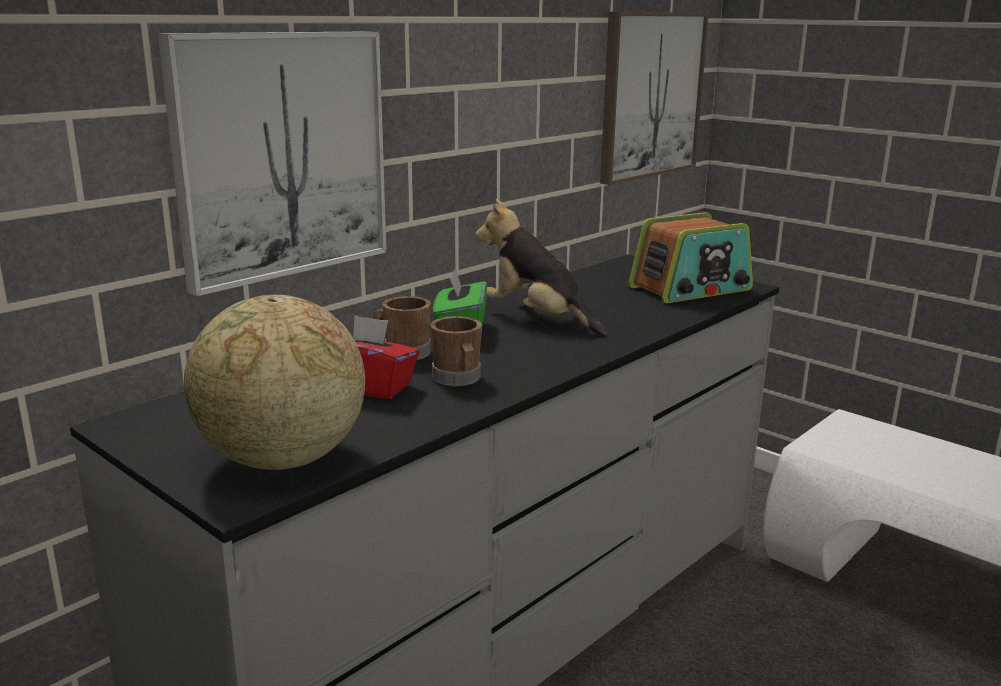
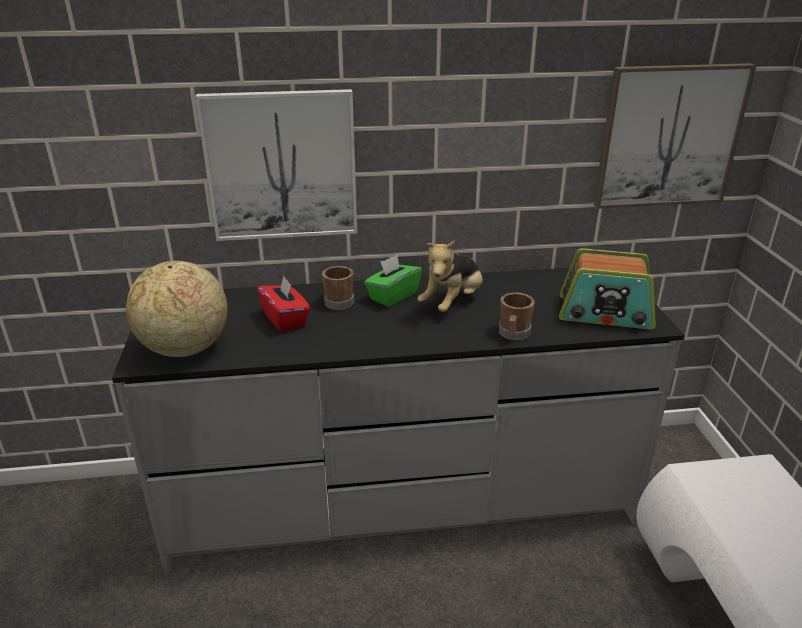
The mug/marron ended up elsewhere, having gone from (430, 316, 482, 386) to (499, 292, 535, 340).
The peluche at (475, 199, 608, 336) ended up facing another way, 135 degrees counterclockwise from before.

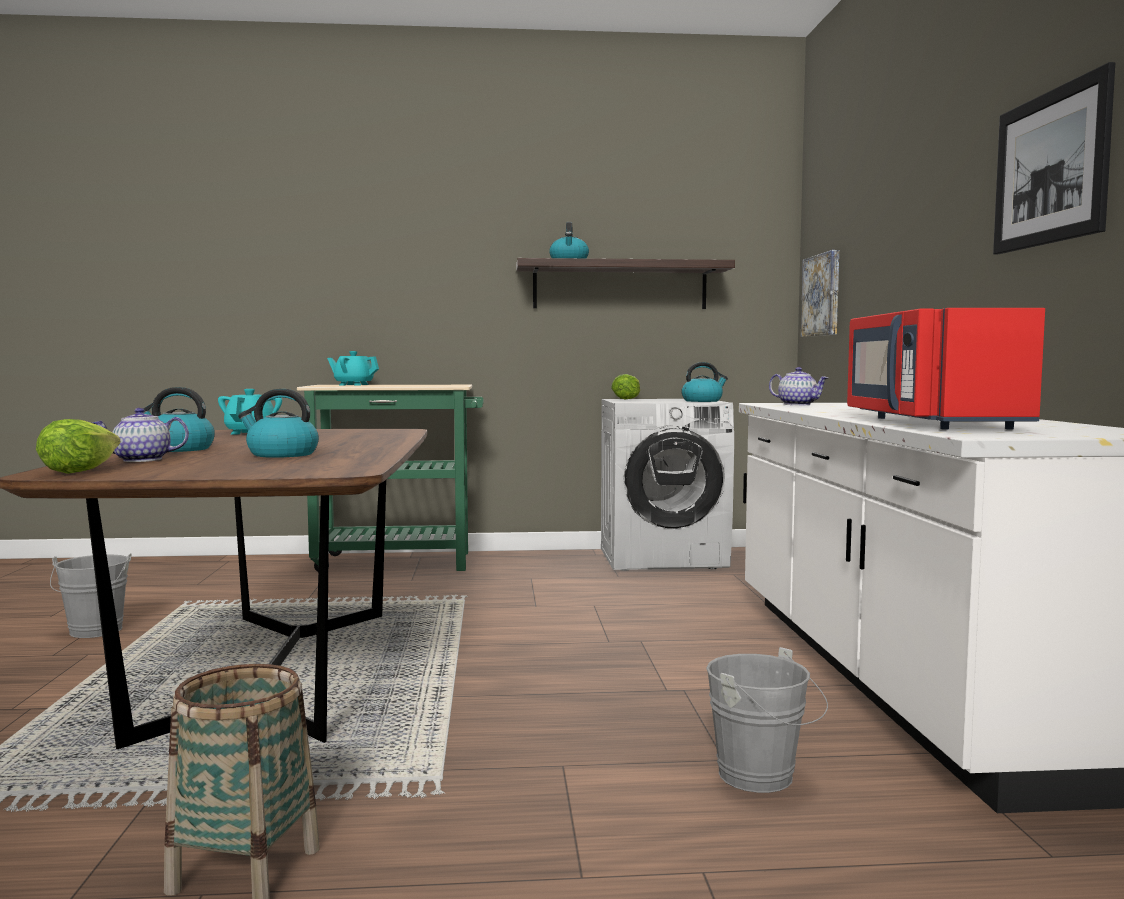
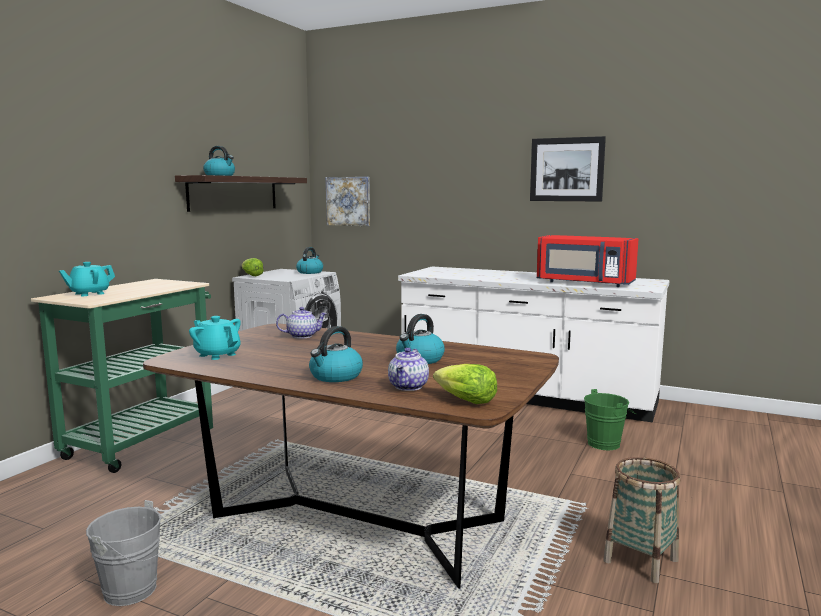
What was the seau/gris at (706, 647, 828, 793) turned into the seau/vert at (584, 389, 636, 450).
The théière ended up elsewhere, having gone from (769, 367, 828, 405) to (276, 307, 327, 339).

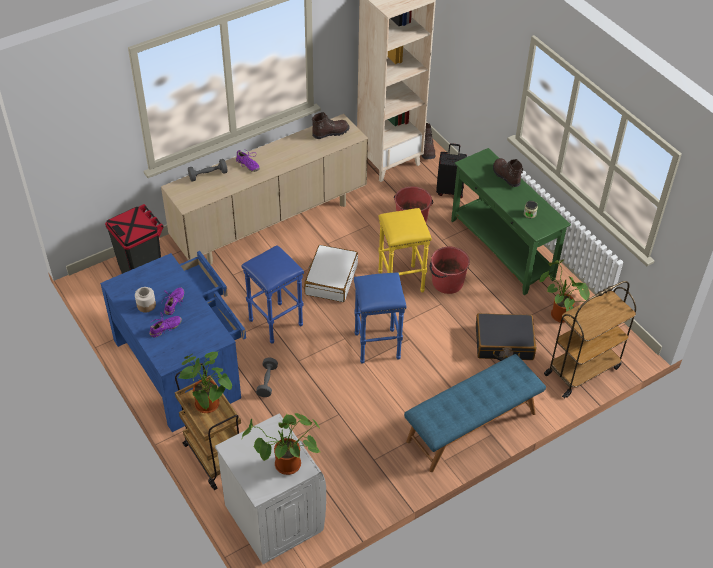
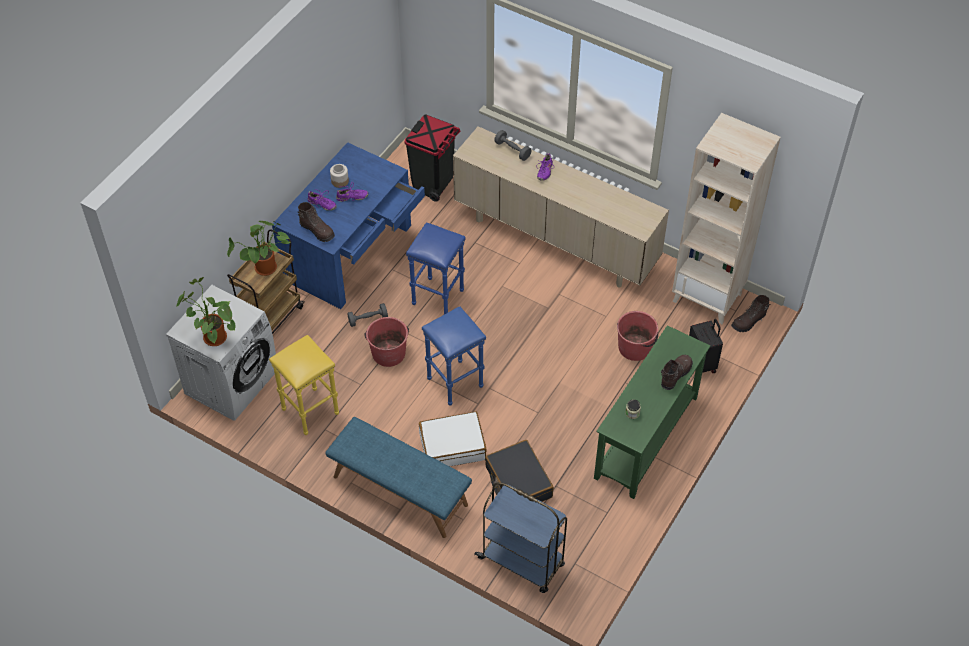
The valise/blanc ended up elsewhere, having gone from (304, 245, 358, 302) to (419, 411, 487, 466).
The botte/marron ended up elsewhere, having gone from (312, 112, 350, 139) to (297, 202, 335, 242).
The tabouret/jaune ended up elsewhere, having gone from (378, 208, 432, 292) to (269, 335, 339, 435).
The seau/rouge ended up elsewhere, having gone from (430, 247, 470, 294) to (364, 317, 409, 367).
The second view lost the plante en pot at (539, 260, 590, 323).
What was the chariot/marron at (544, 281, 636, 398) turned into the chariot/bleu at (474, 482, 567, 593).

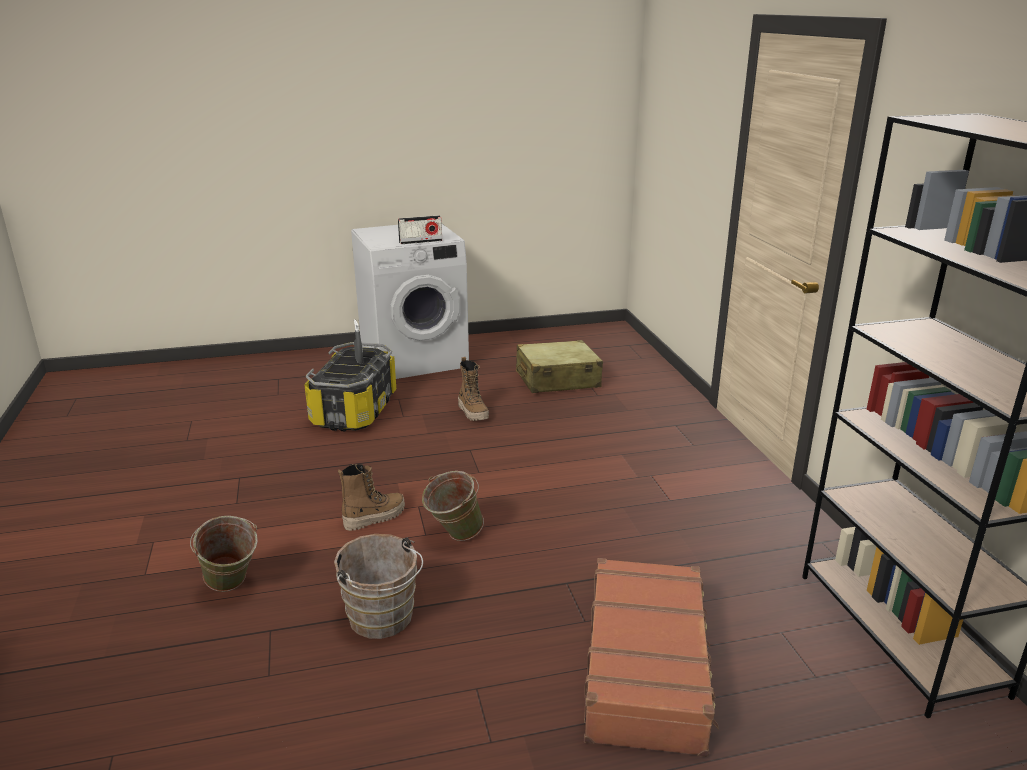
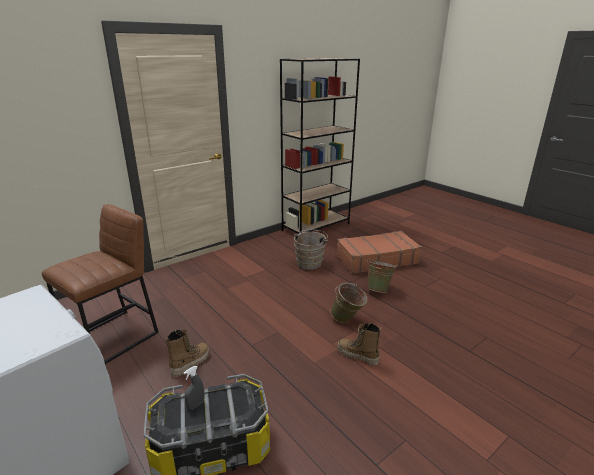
The seau/vert ended up elsewhere, having gone from (190, 516, 258, 592) to (367, 259, 397, 293).
The seau/marron ended up elsewhere, having gone from (334, 534, 423, 639) to (294, 230, 328, 270).
The second view lost the radio at (398, 215, 442, 244).
Where the valise/beige stood at (516, 340, 603, 393), the chaise/marron came to stand at (42, 204, 159, 364).

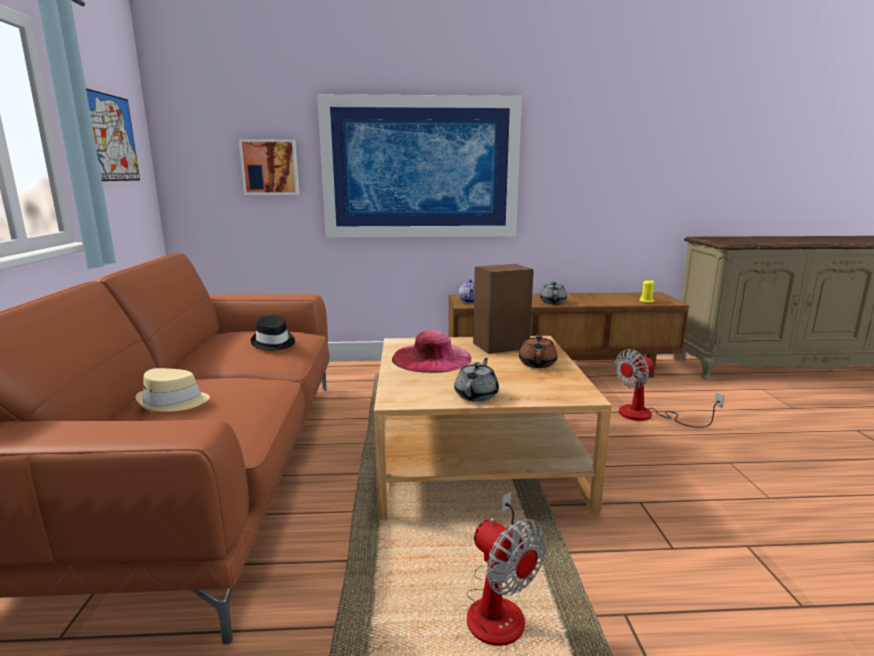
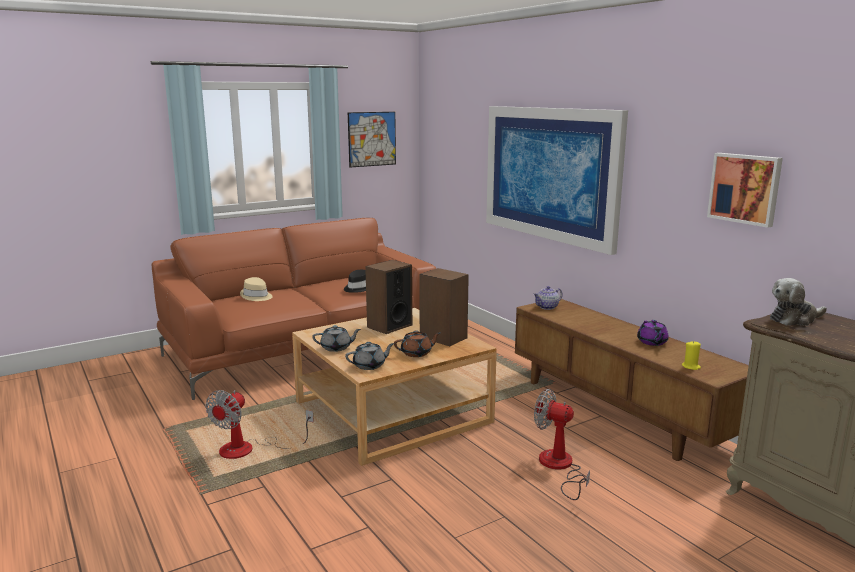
The tableau ended up elsewhere, having gone from (239, 139, 299, 195) to (707, 153, 783, 228).
Where the chapeau/rose stood at (392, 330, 471, 373), the enceinte came to stand at (365, 260, 412, 334).
The théière/gris ended up elsewhere, having gone from (540, 282, 567, 304) to (345, 342, 395, 370).
The second view gained the théière/violet at (637, 320, 669, 346).
The second view gained the peluche at (770, 278, 827, 326).

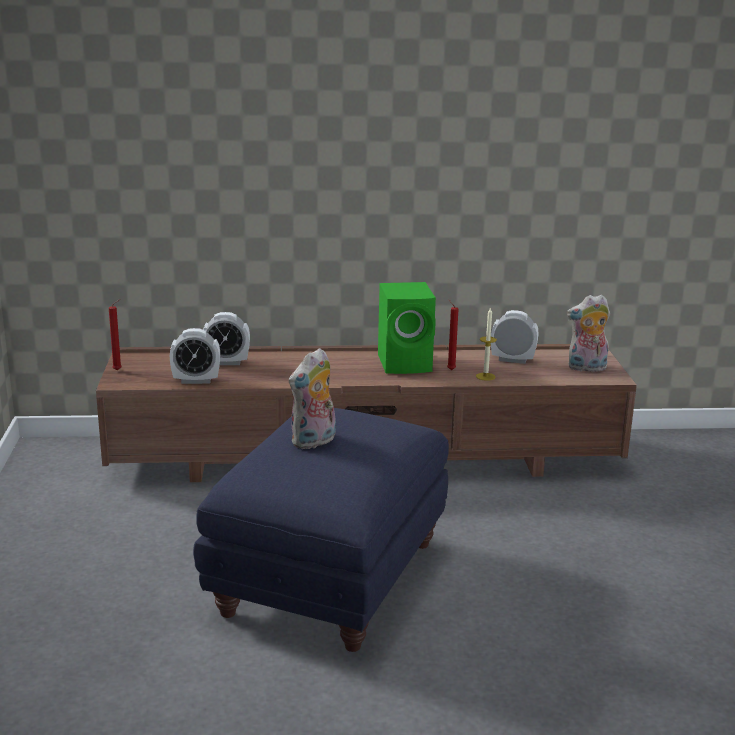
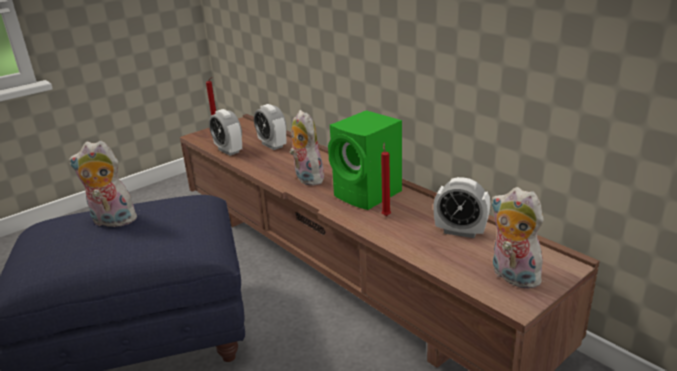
The second view lost the bougie at (476, 307, 497, 381).
The réveil at (491, 310, 538, 364) ended up facing another way, 135 degrees clockwise from before.
The second view gained the peluche at (290, 110, 324, 186).

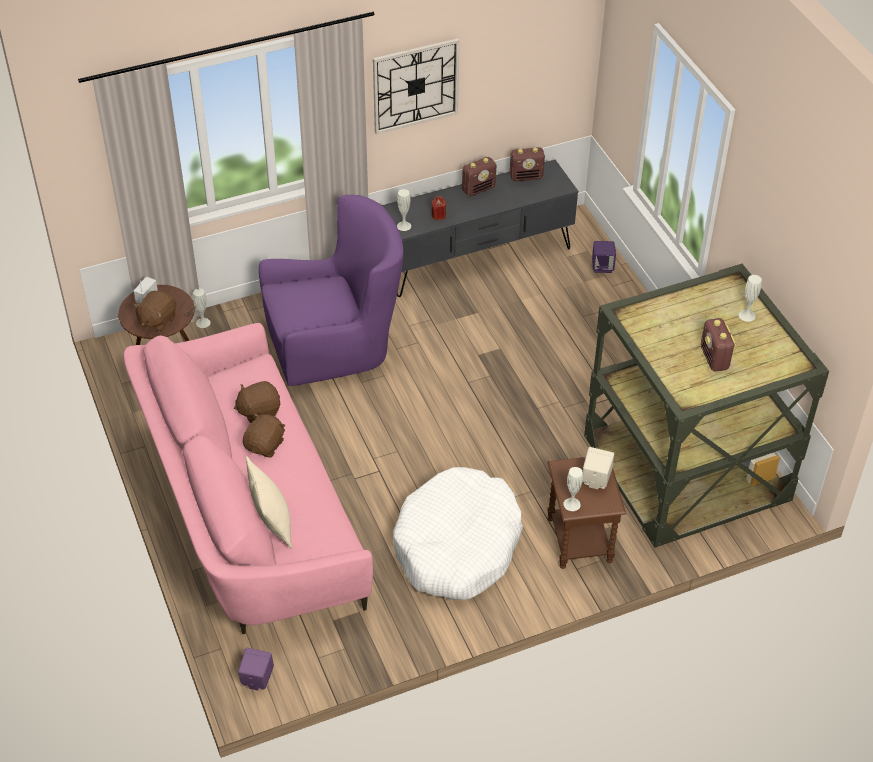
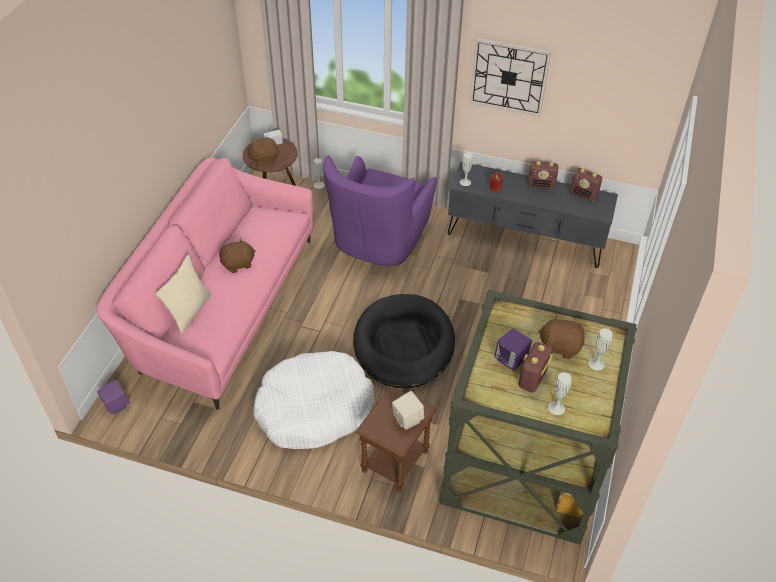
The peluche/marron ended up elsewhere, having gone from (234, 381, 280, 423) to (538, 314, 585, 359).
The fauteuil/violet at (259, 195, 404, 386) ended up facing another way, 90 degrees clockwise from before.
The vase/blanc ended up elsewhere, having gone from (564, 467, 583, 511) to (548, 372, 572, 415).
The enceinte/violet ended up elsewhere, having gone from (592, 241, 616, 273) to (494, 328, 532, 371).
The second view gained the panier pour chien/noir at (353, 294, 455, 388).

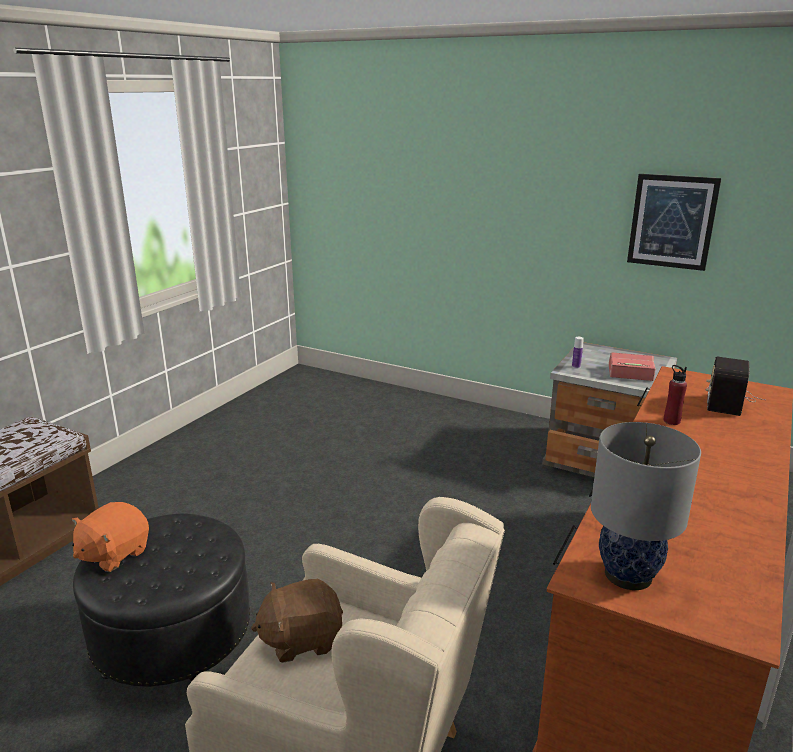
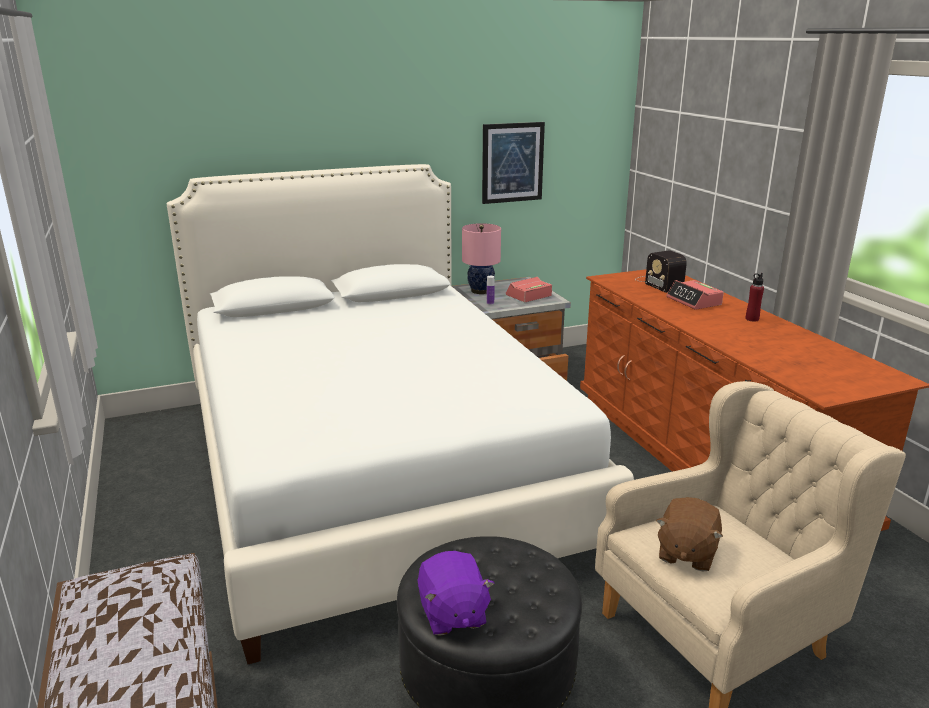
What was the peluche/orange at (72, 502, 149, 572) turned into the peluche/violet at (418, 551, 494, 636).
The second view lost the lampe de table/gris at (591, 422, 701, 590).
The bouteille/rouge ended up elsewhere, having gone from (664, 365, 687, 425) to (746, 273, 764, 322).
The second view gained the lit/blanc at (167, 164, 634, 664).
The second view gained the lampe de table/rose at (462, 223, 501, 294).
The second view gained the réveil at (666, 280, 724, 310).

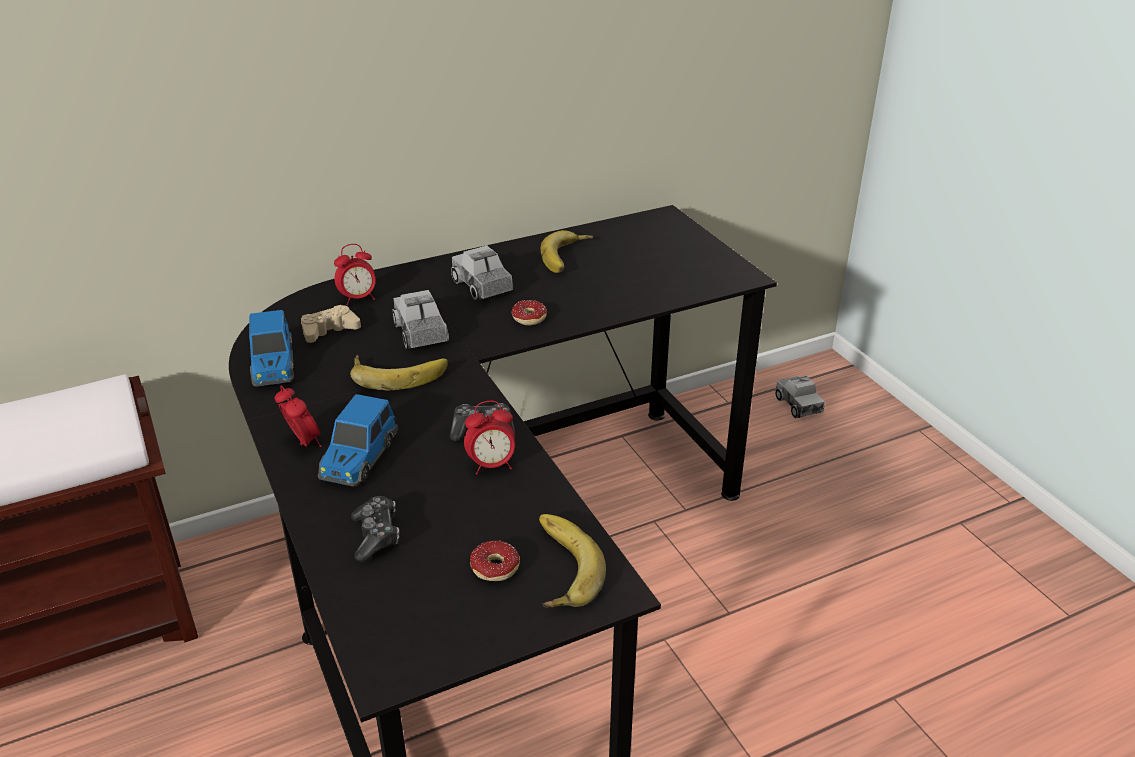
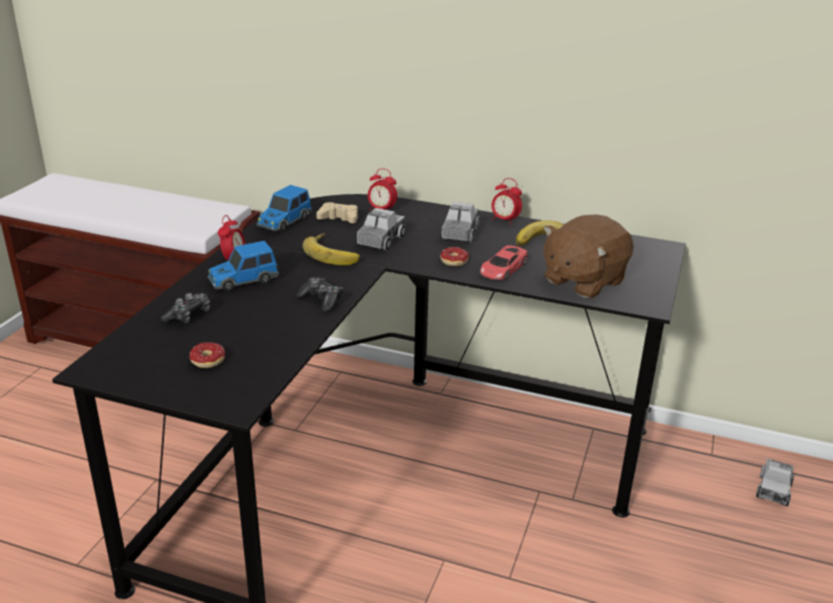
The réveil ended up elsewhere, having gone from (464, 401, 515, 475) to (492, 178, 522, 225).
The second view lost the banane at (539, 514, 606, 608).
The second view gained the petite voiture/rouge at (480, 245, 528, 280).
The second view gained the peluche/marron at (543, 214, 634, 298).

